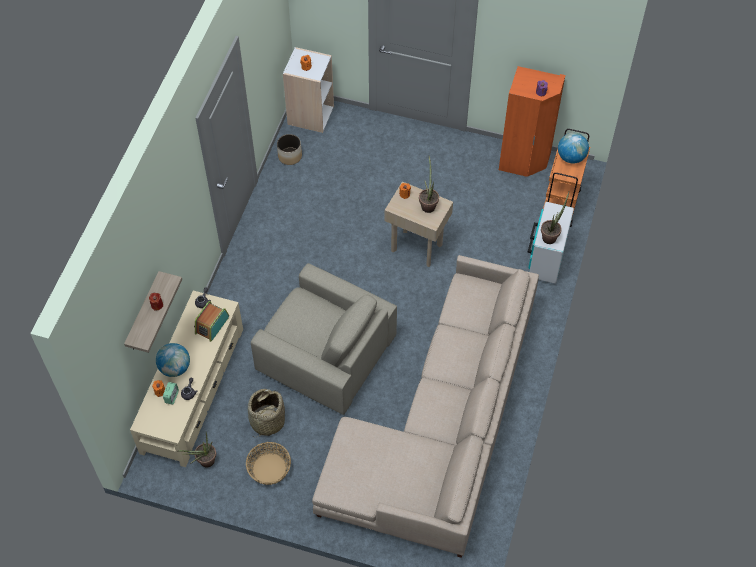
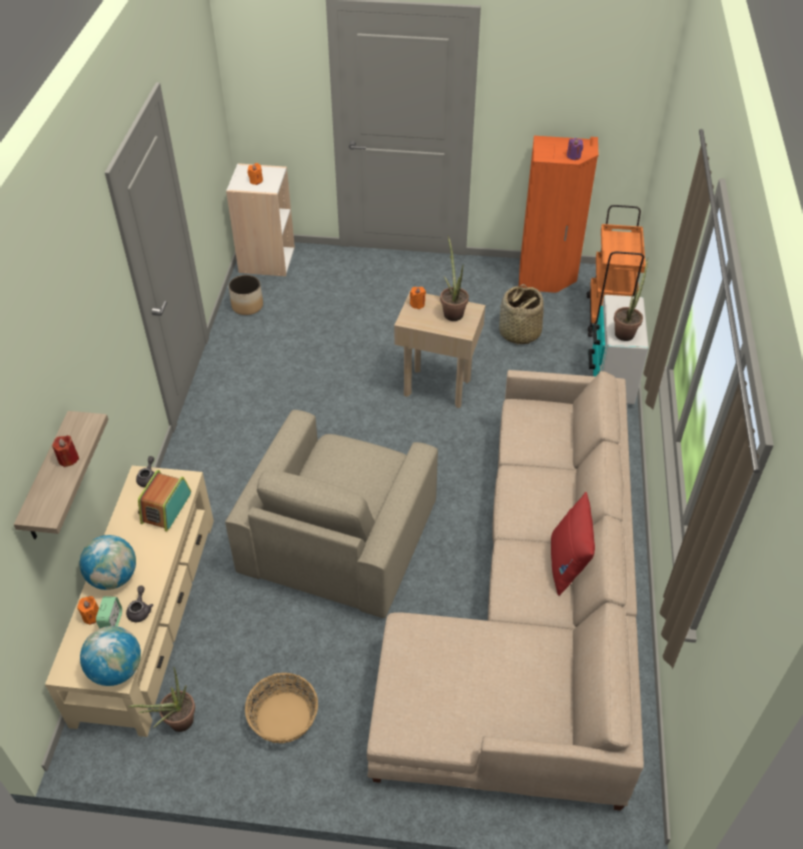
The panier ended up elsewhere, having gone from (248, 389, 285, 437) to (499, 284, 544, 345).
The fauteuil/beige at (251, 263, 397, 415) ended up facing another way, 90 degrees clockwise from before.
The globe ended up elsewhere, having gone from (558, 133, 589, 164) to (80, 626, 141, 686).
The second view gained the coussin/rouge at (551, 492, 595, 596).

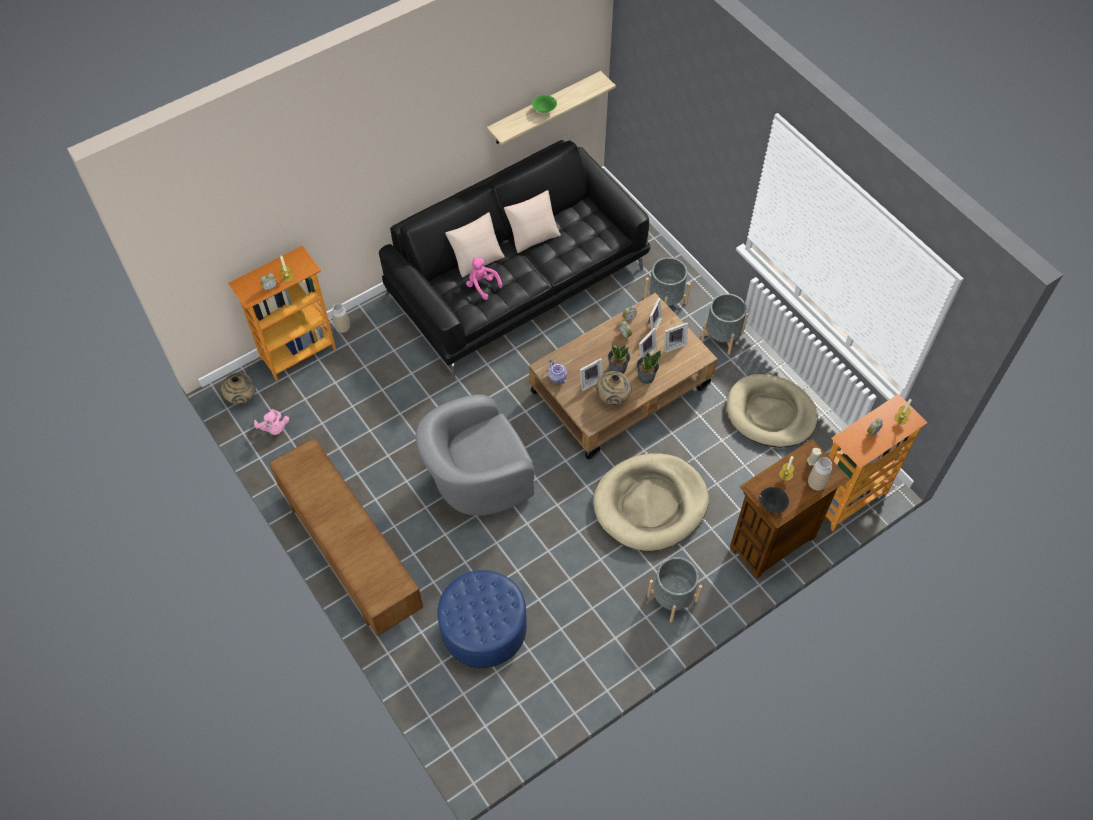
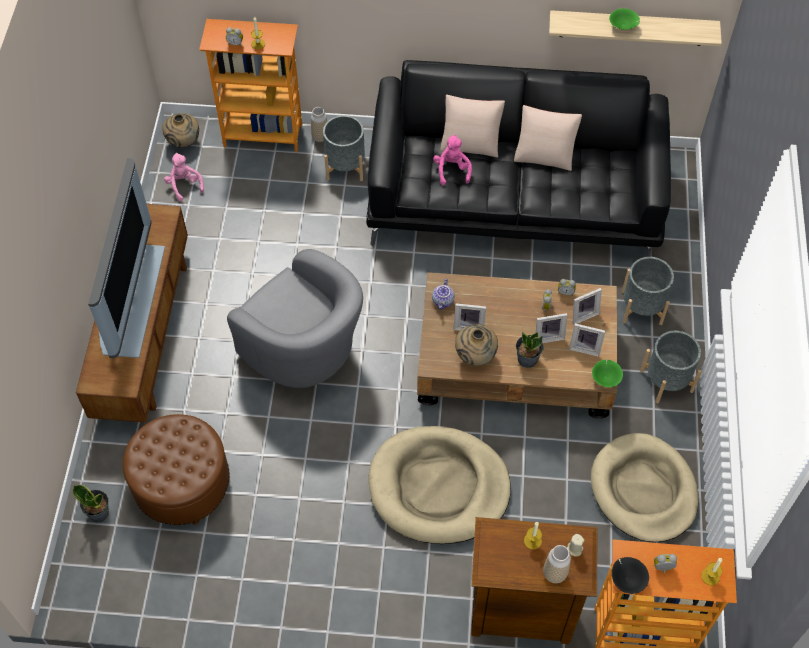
The peluche/rose at (254, 409, 289, 435) ended up facing another way, 150 degrees clockwise from before.
The fauteuil/gris at (416, 394, 534, 516) ended up facing another way, 150 degrees counterclockwise from before.
What was the pouf/bleu at (437, 570, 527, 668) turned into the pouf/marron at (123, 414, 230, 525).
The plante en pot ended up elsewhere, having gone from (608, 344, 630, 374) to (72, 485, 109, 522).
The cache-pot/gris ended up elsewhere, having gone from (647, 557, 702, 623) to (323, 115, 365, 181).
The bol/noir ended up elsewhere, having gone from (759, 487, 789, 513) to (612, 557, 649, 594).
The second view gained the téléviseur at (88, 158, 165, 358).
The second view gained the bol/vert at (592, 359, 623, 387).

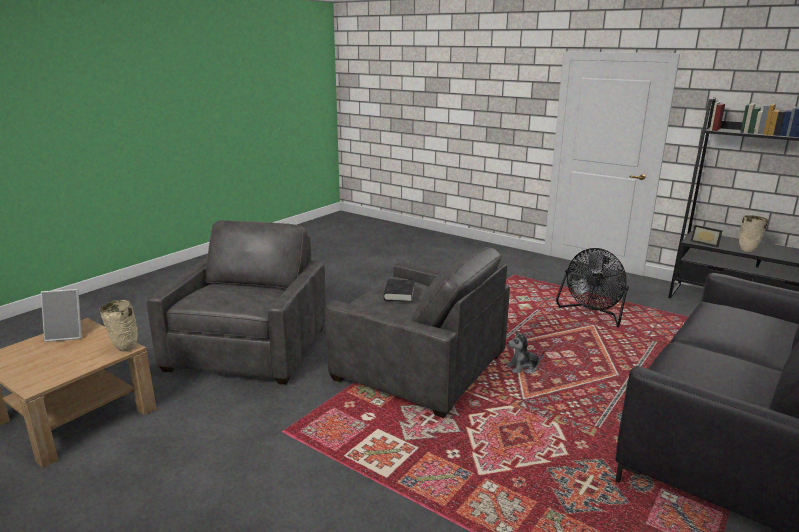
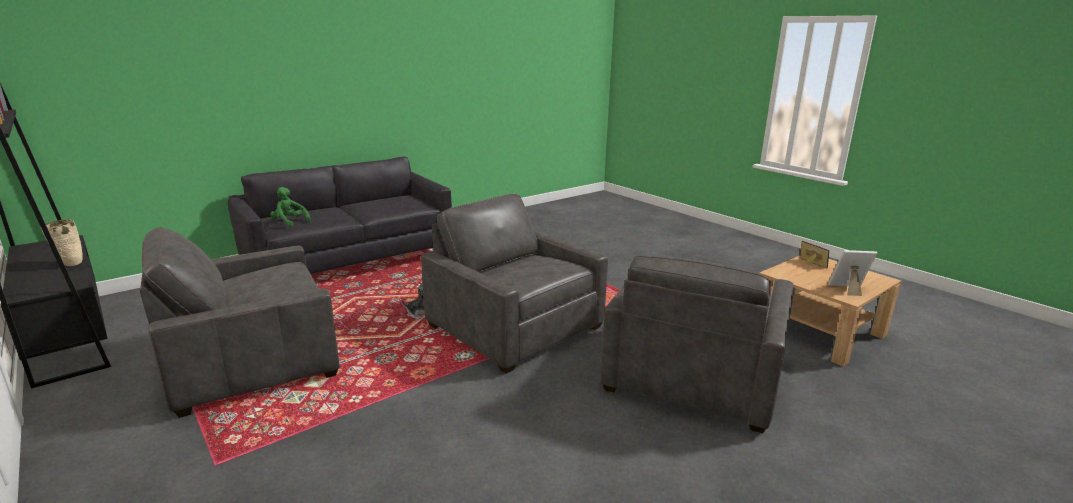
The second view lost the vase/beige at (100, 300, 138, 351).
The second view lost the livre/noir at (383, 279, 415, 302).
Where the ventilateur/noir stood at (556, 248, 629, 327), the fauteuil/gris came to stand at (140, 226, 340, 418).
The cadre photo ended up elsewhere, having gone from (691, 225, 723, 247) to (800, 241, 829, 269).
The second view gained the peluche/vert at (270, 187, 311, 227).

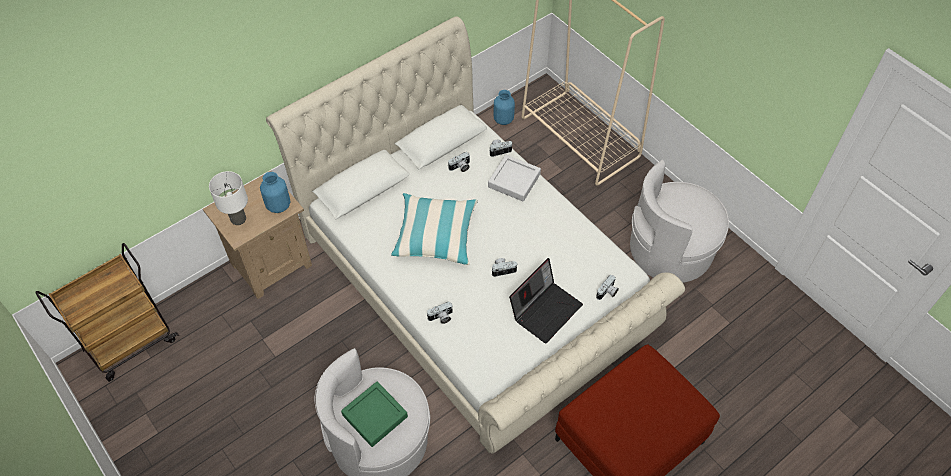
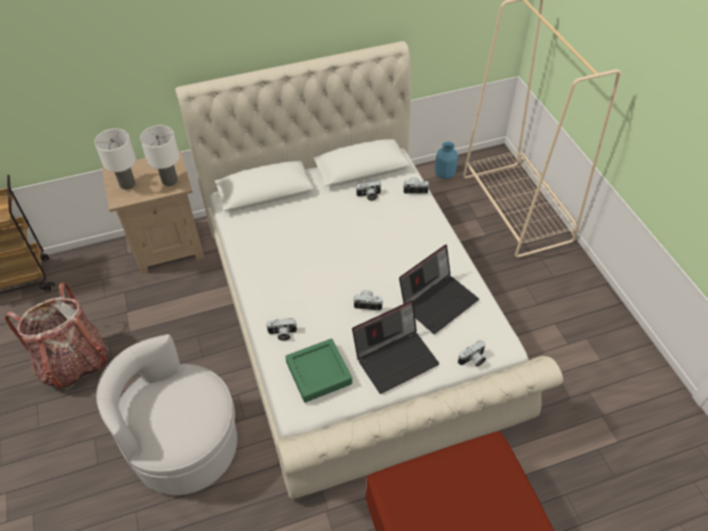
Where the vase/bleu stood at (260, 172, 291, 213), the lampe de table/blanc came to stand at (140, 125, 180, 186).
The plateau/vert ended up elsewhere, having gone from (341, 382, 408, 447) to (285, 338, 352, 403).
The second view lost the coussin at (391, 193, 478, 265).
The second view lost the plateau/gris at (488, 155, 541, 202).
The second view lost the fauteuil/blanc at (630, 160, 729, 283).
The second view gained the sac à dos at (5, 283, 108, 390).
The second view gained the ordinateur portable at (399, 245, 479, 334).

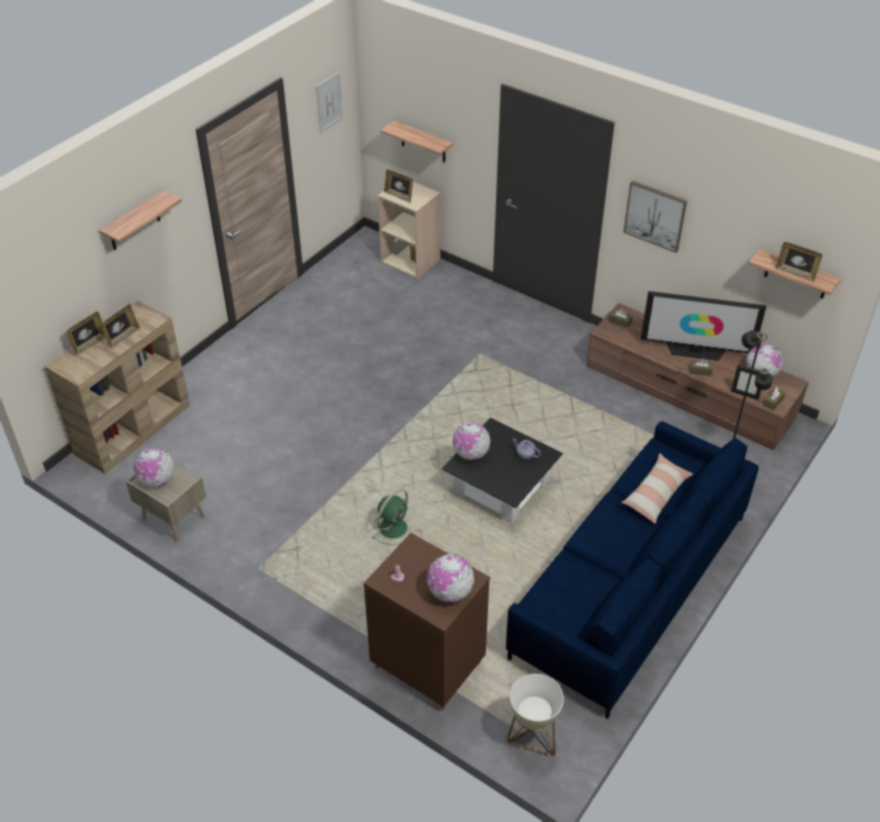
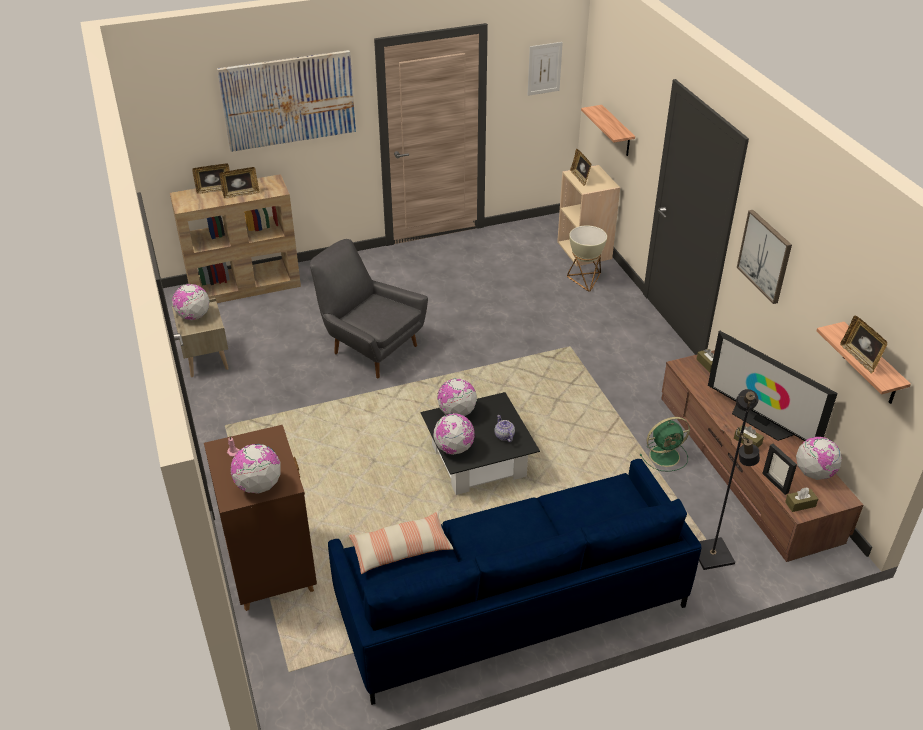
Where the étagère hung at (99, 190, 182, 250), the tableau came to hang at (217, 50, 356, 152).
The ventilateur/vert ended up elsewhere, having gone from (372, 489, 408, 545) to (640, 417, 690, 472).
The cache-pot ended up elsewhere, having gone from (507, 674, 564, 756) to (567, 226, 607, 292).
The coussin ended up elsewhere, having gone from (621, 453, 693, 524) to (348, 511, 453, 574).
The second view gained the fauteuil/gris at (310, 239, 428, 379).
The second view gained the globe at (433, 413, 475, 455).

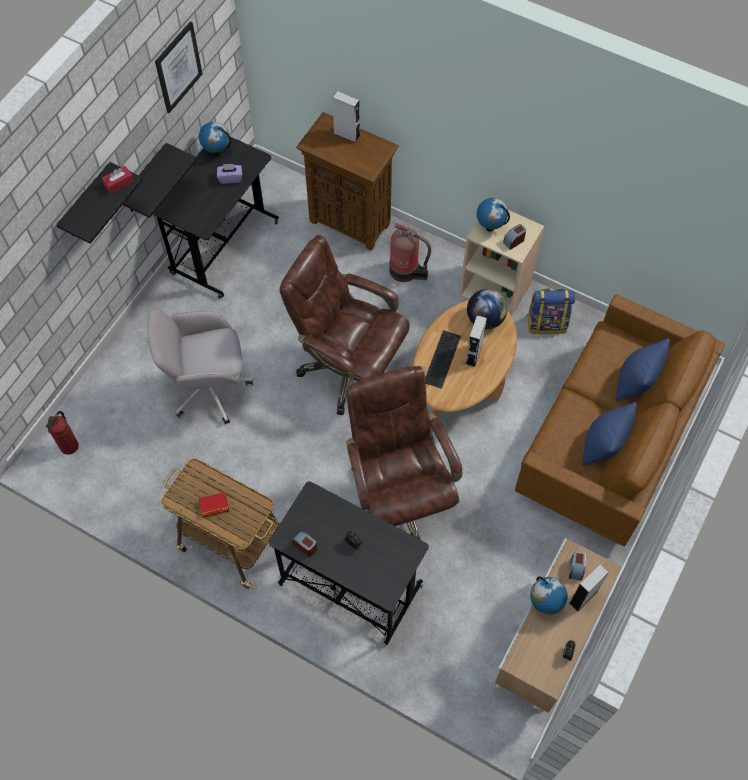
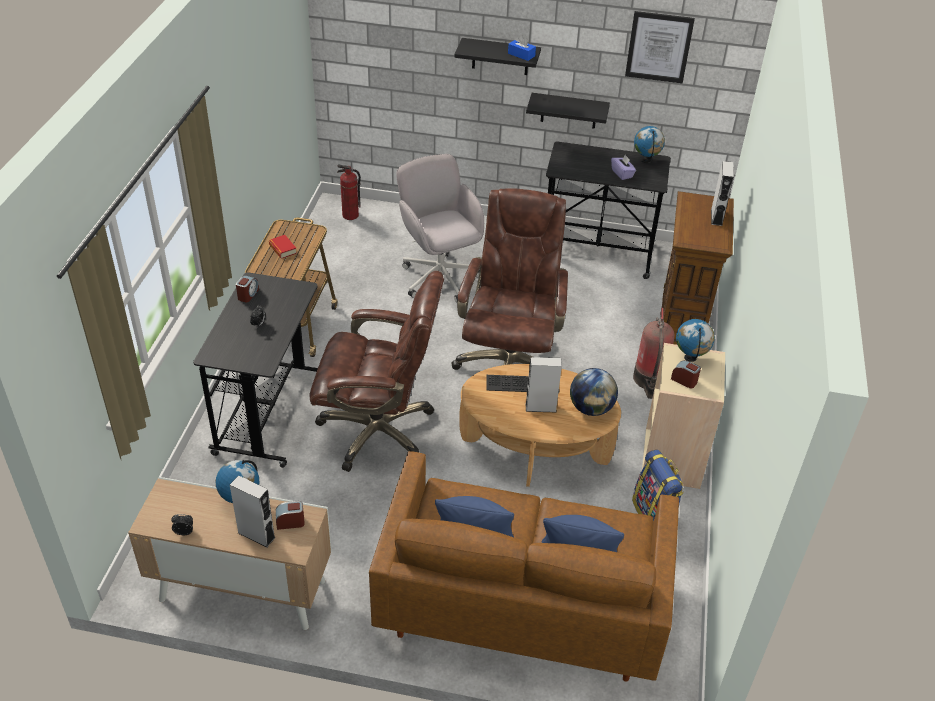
What was the boîte à mouchoirs/rouge at (102, 166, 134, 194) turned into the boîte à mouchoirs/bleu at (508, 35, 536, 61).
The chaise de bureau/marron at (346, 366, 462, 539) ended up facing another way, 45 degrees clockwise from before.

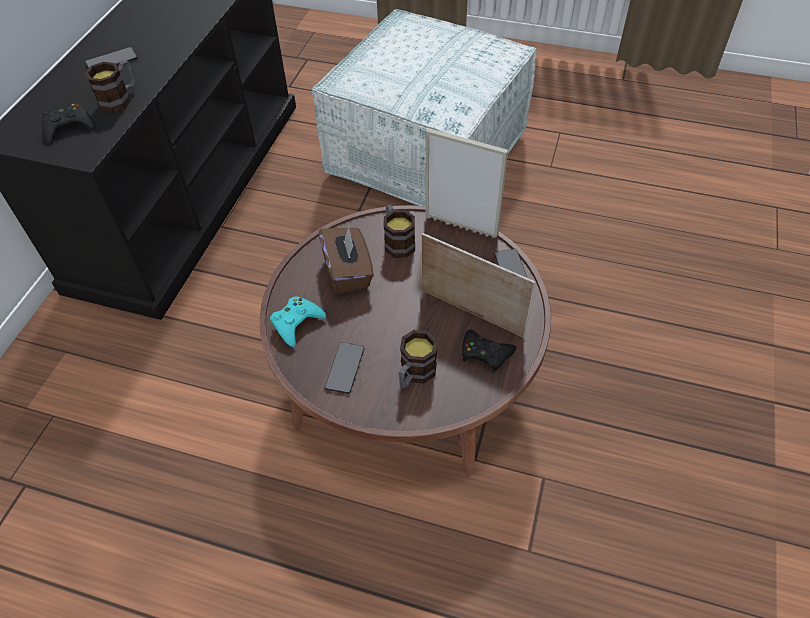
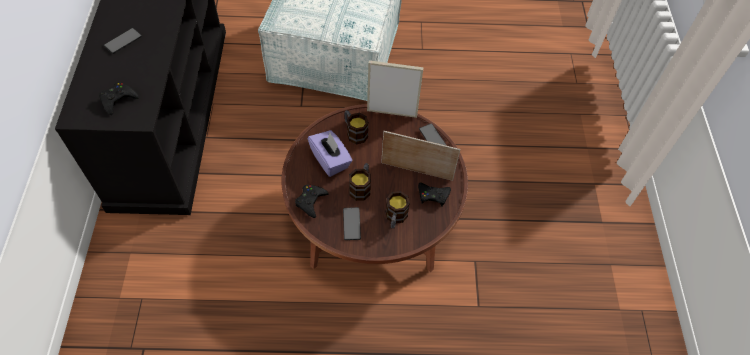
The mug ended up elsewhere, having gone from (85, 60, 135, 113) to (349, 163, 371, 201).
What was the manette/turquoise at (270, 296, 326, 347) turned into the manette/noir at (295, 185, 329, 218).
What was the boîte à mouchoirs/marron at (319, 227, 374, 294) turned into the boîte à mouchoirs/violet at (308, 130, 352, 177).

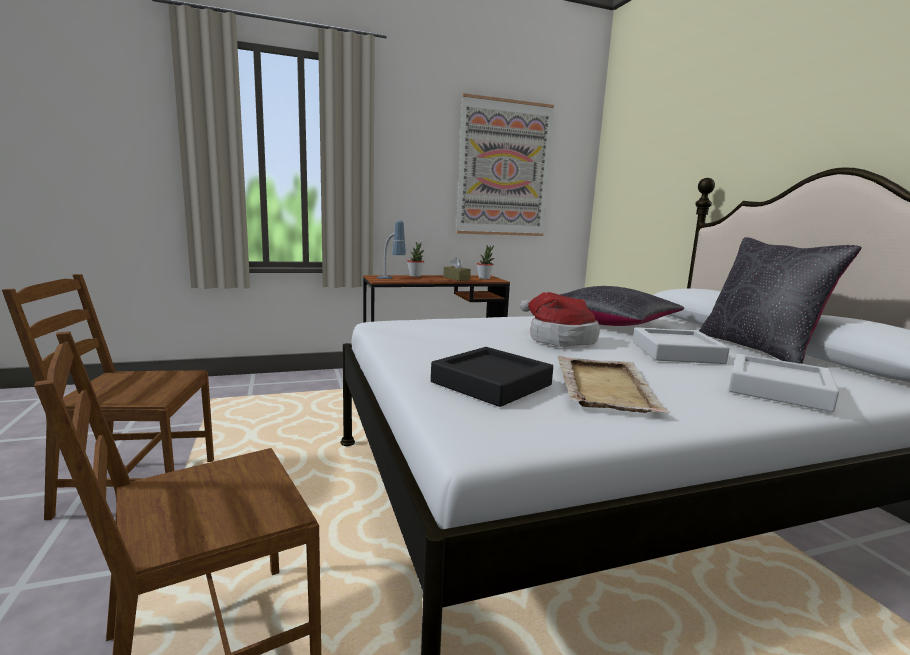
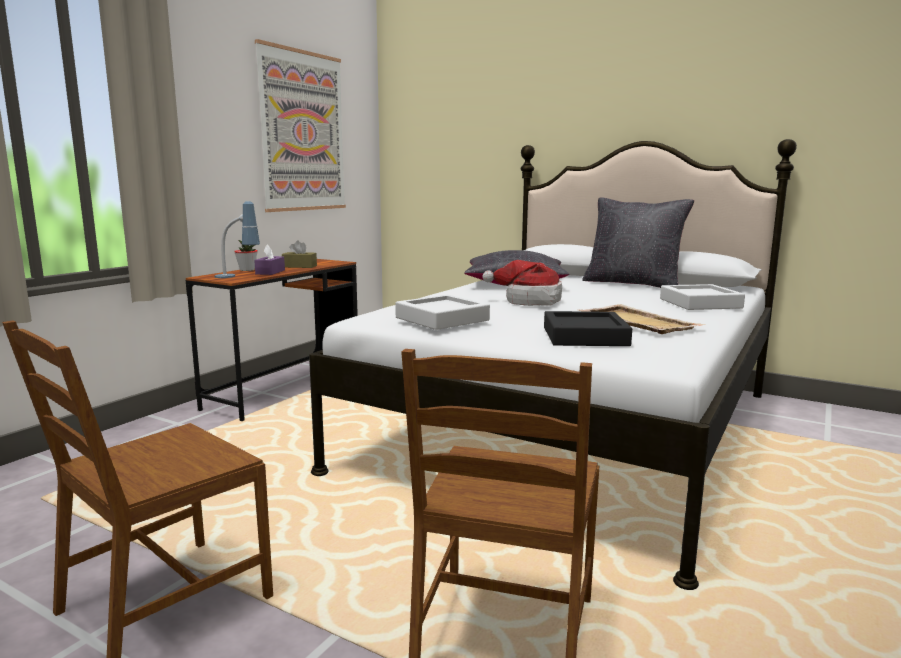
The second view lost the plante en pot at (476, 245, 494, 279).
The plateau/gris ended up elsewhere, having gone from (633, 327, 730, 364) to (395, 295, 490, 330).
The second view gained the boîte à mouchoirs/violet at (254, 244, 285, 275).

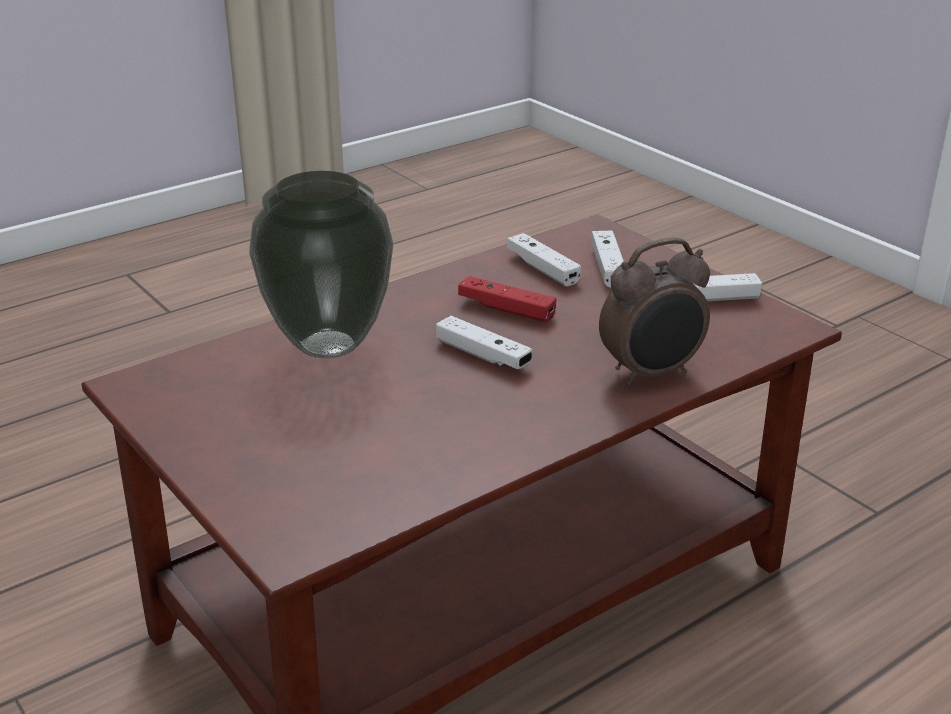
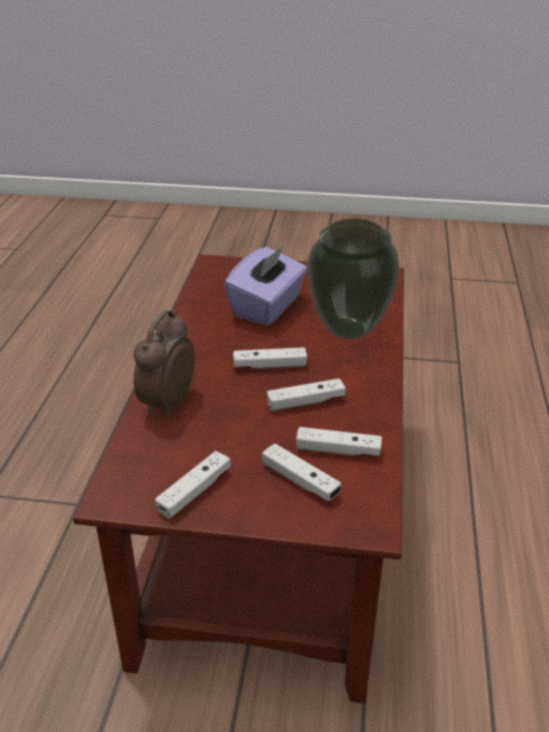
What was the manette/rouge at (458, 276, 557, 322) turned into the manette/blanc at (267, 378, 345, 411).
The second view gained the boîte à mouchoirs/violet at (224, 245, 307, 326).

